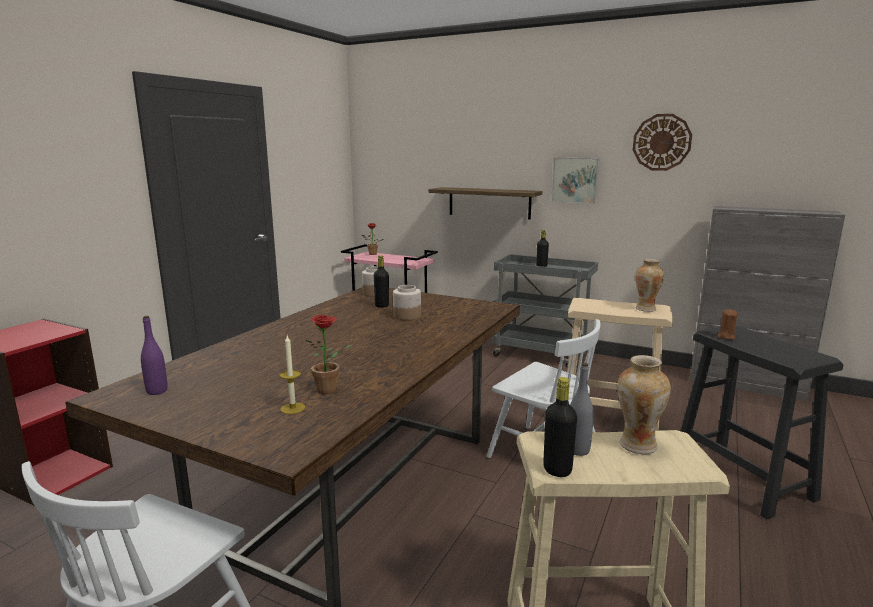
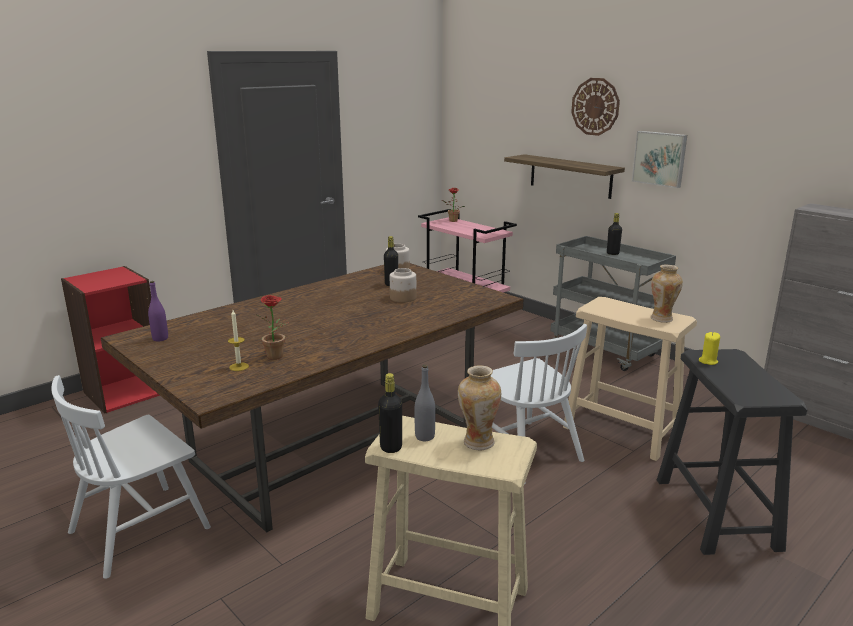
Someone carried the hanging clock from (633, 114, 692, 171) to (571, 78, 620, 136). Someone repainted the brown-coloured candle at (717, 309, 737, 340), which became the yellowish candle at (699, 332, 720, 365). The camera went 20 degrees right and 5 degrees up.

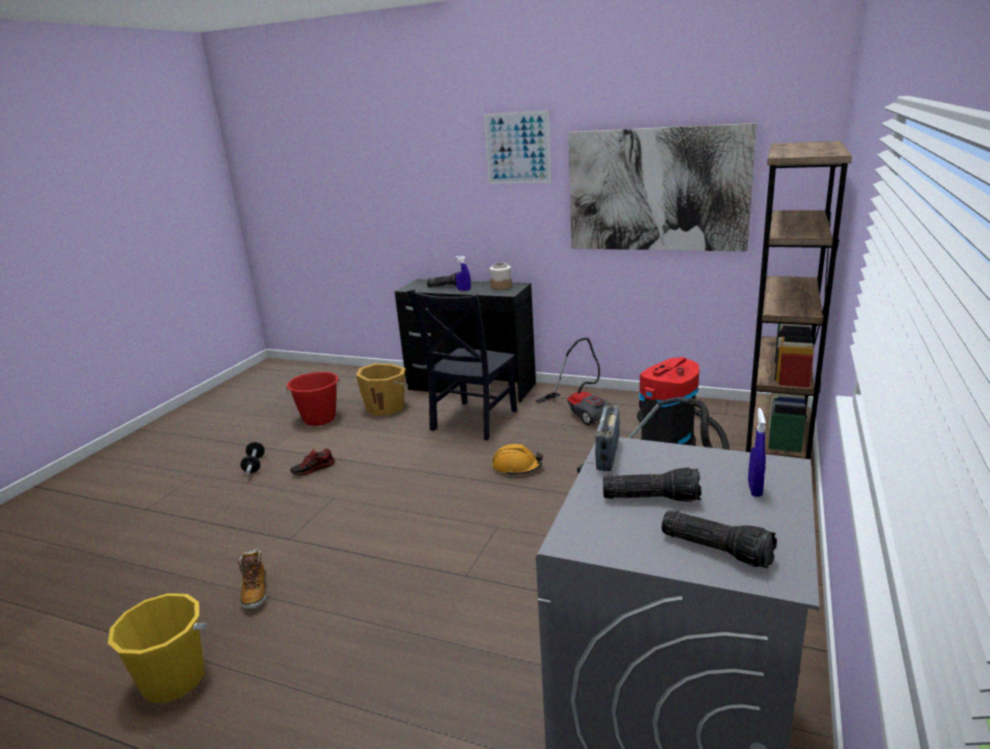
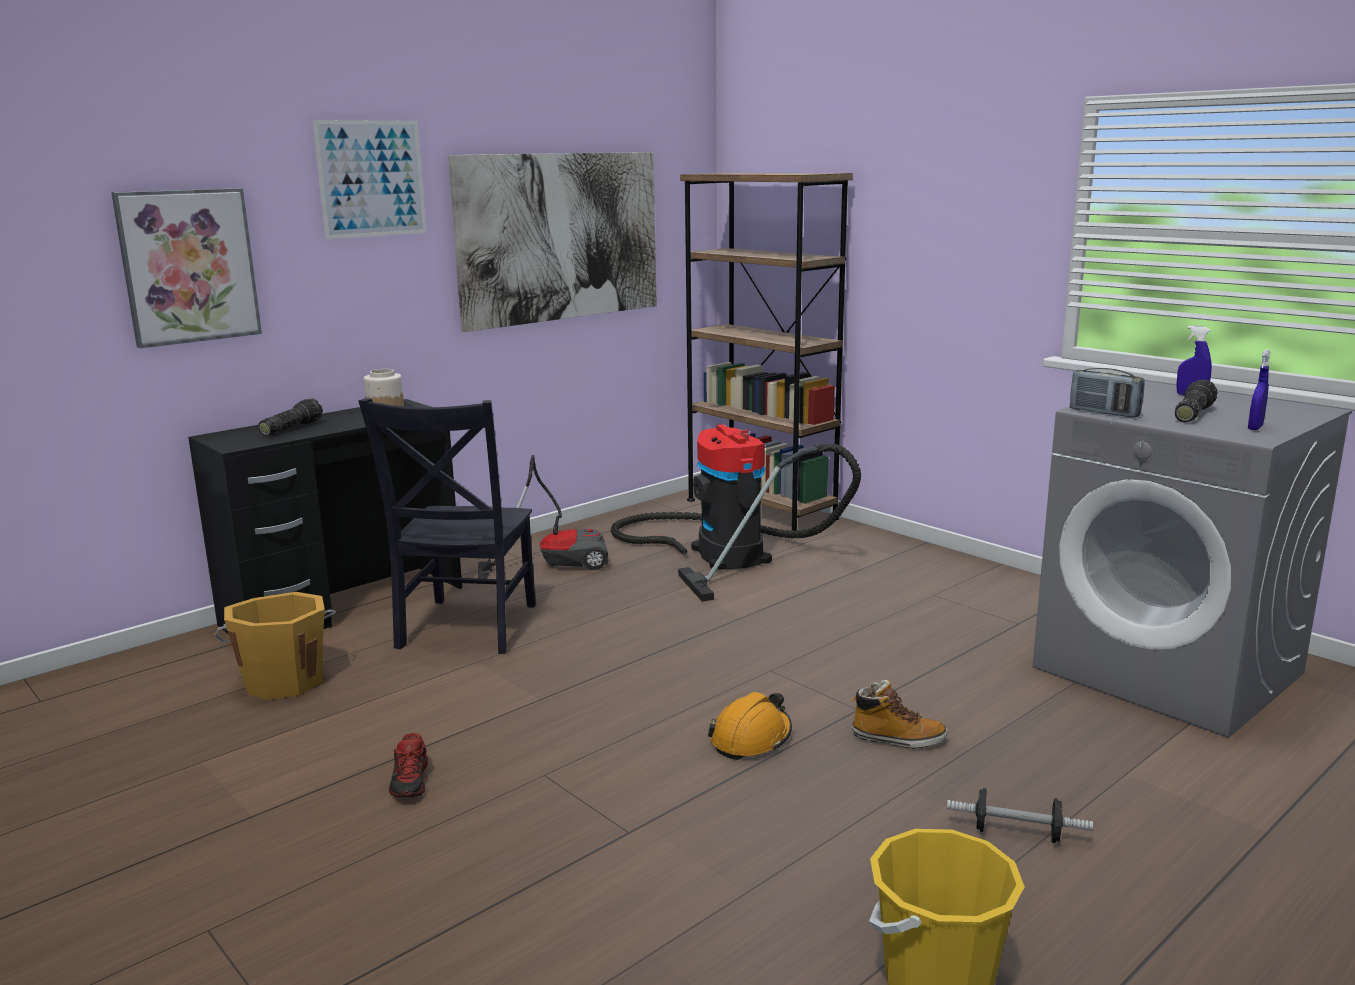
Someone took away the red bucket at (286, 372, 340, 426). Someone took away the torch at (662, 510, 777, 569). Someone put up the wall picture at (111, 188, 262, 348). Someone carried the boot from (238, 548, 267, 609) to (851, 680, 948, 749). Someone carried the free weight from (240, 442, 265, 474) to (947, 788, 1093, 843). Someone carried the blue spray bottle from (455, 256, 471, 290) to (1248, 349, 1271, 430). Someone carried the orangey safety helmet from (492, 444, 543, 476) to (708, 692, 792, 760). Someone rotated the black-coloured plain chair at (407, 289, 517, 440) by 45 degrees clockwise. The camera went 65 degrees left and 5 degrees down.

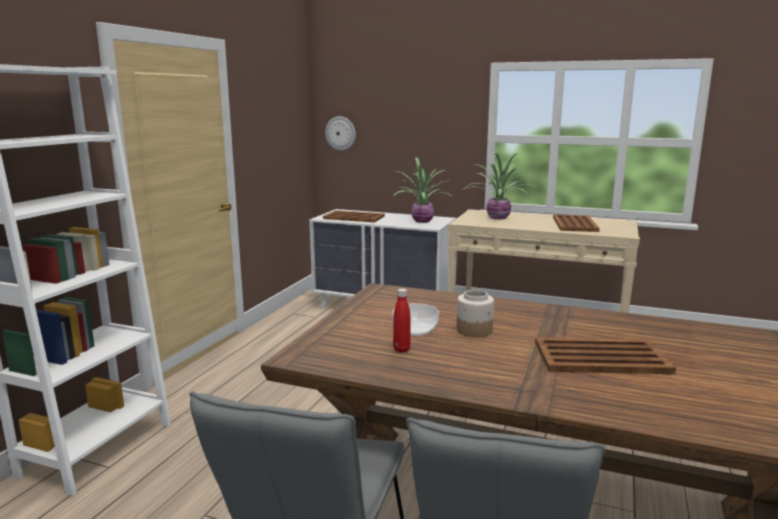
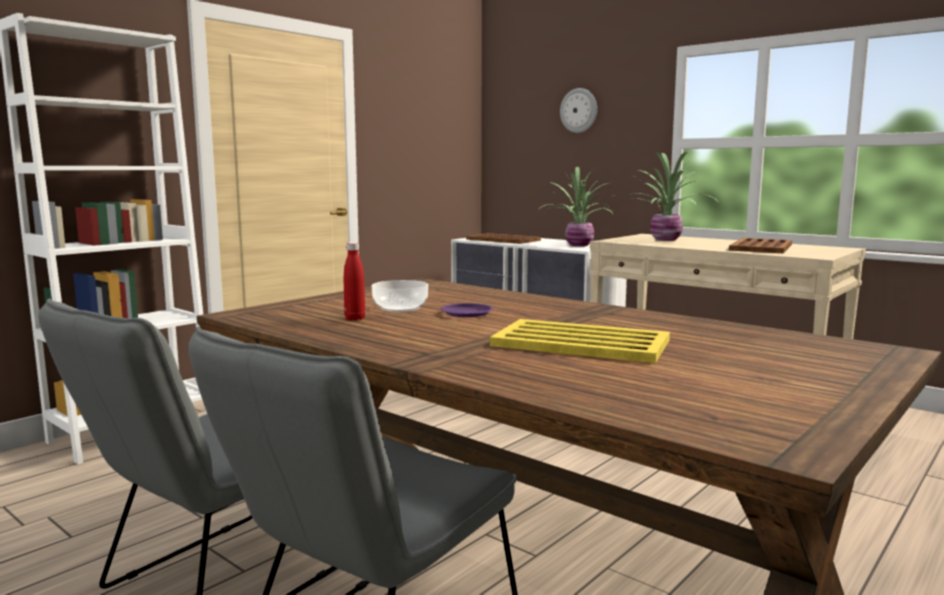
Someone carried the hanging clock from (325, 116, 356, 151) to (560, 88, 597, 133). Someone swapped the jar at (457, 290, 494, 337) for the purplish plate at (440, 303, 494, 317). Someone repainted the brown-coloured carrying tray at (535, 337, 676, 374), which became the yellowish carrying tray at (490, 319, 670, 363). The camera went 20 degrees right and 5 degrees down.

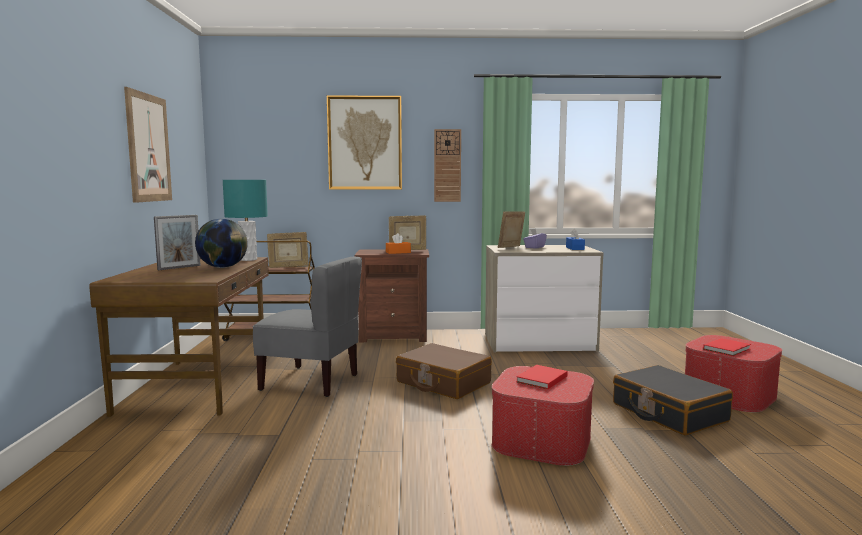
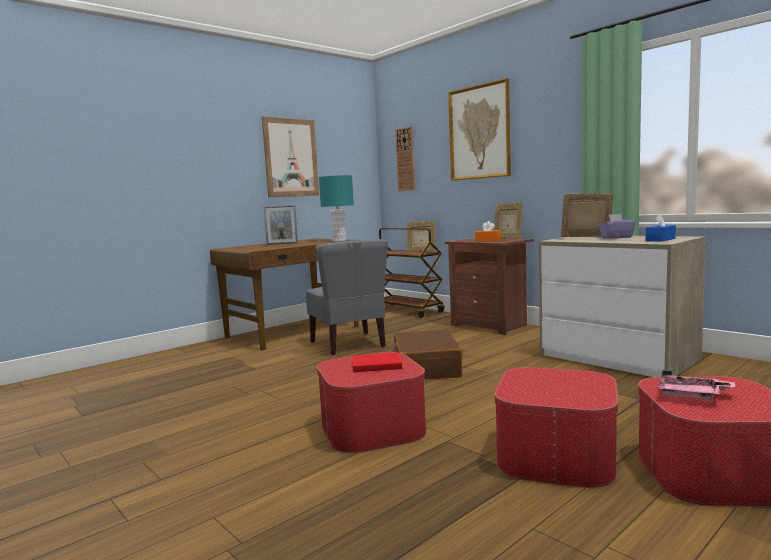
Someone took away the world globe at (195, 219, 248, 268). Someone carried the hanging clock from (434, 129, 461, 202) to (395, 126, 415, 192). Someone swapped the black-coloured travel case at (613, 365, 733, 436) for the pouffe at (494, 367, 619, 488). Someone swapped the red volume at (703, 338, 751, 356) for the pink-coloured carrying tray at (658, 370, 735, 401). The camera went 50 degrees right and 0 degrees up.

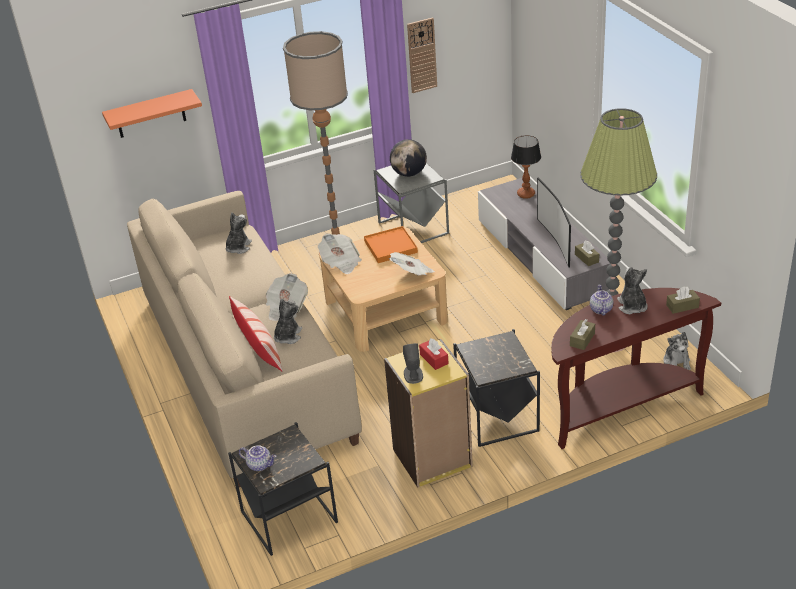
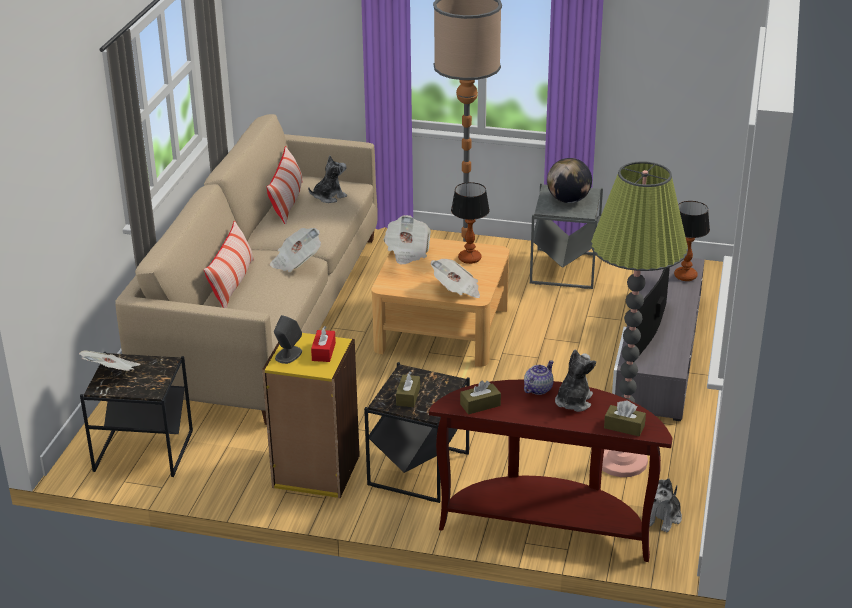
Someone took away the orangey wall shelf at (102, 89, 202, 138). Someone took away the soft toy at (274, 299, 302, 344). Someone took away the hanging clock at (407, 17, 437, 93). Someone put down the throw pillow at (267, 146, 303, 224). Someone carried the brown-coloured box of tissues from (575, 241, 599, 266) to (396, 372, 420, 407). Someone swapped the tea pot at (239, 445, 277, 471) for the newspaper at (79, 351, 141, 371). Someone swapped the orangey carrying tray at (364, 226, 418, 263) for the tabletop lamp at (451, 182, 490, 264). The camera went 35 degrees right and 5 degrees down.

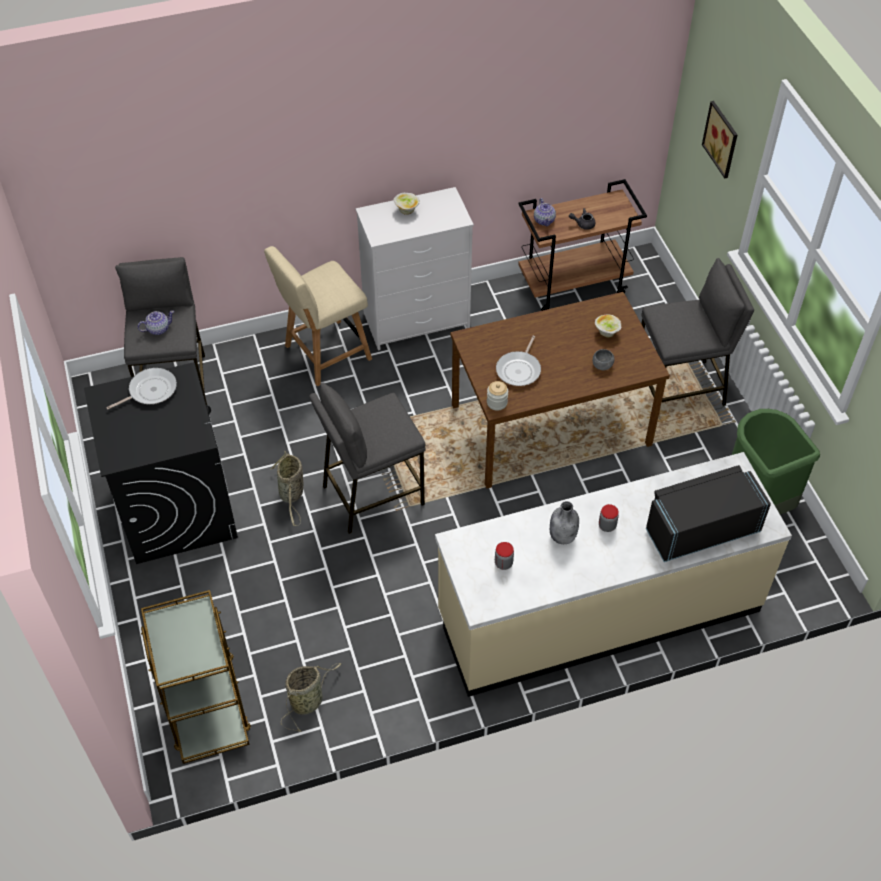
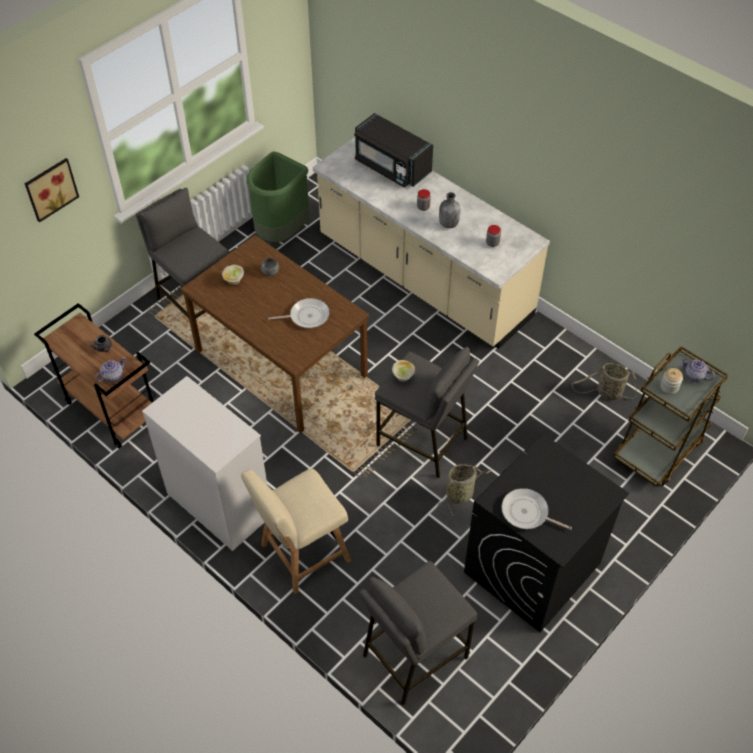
Someone carried the tea pot from (138, 310, 174, 335) to (681, 358, 715, 382). Someone carried the deep dish from (394, 193, 420, 215) to (392, 360, 415, 382). Someone carried the jar from (487, 381, 508, 410) to (660, 368, 683, 394). Someone rotated the beige plain chair at (264, 246, 372, 386) by 120 degrees clockwise. The camera went 120 degrees left and 0 degrees up.

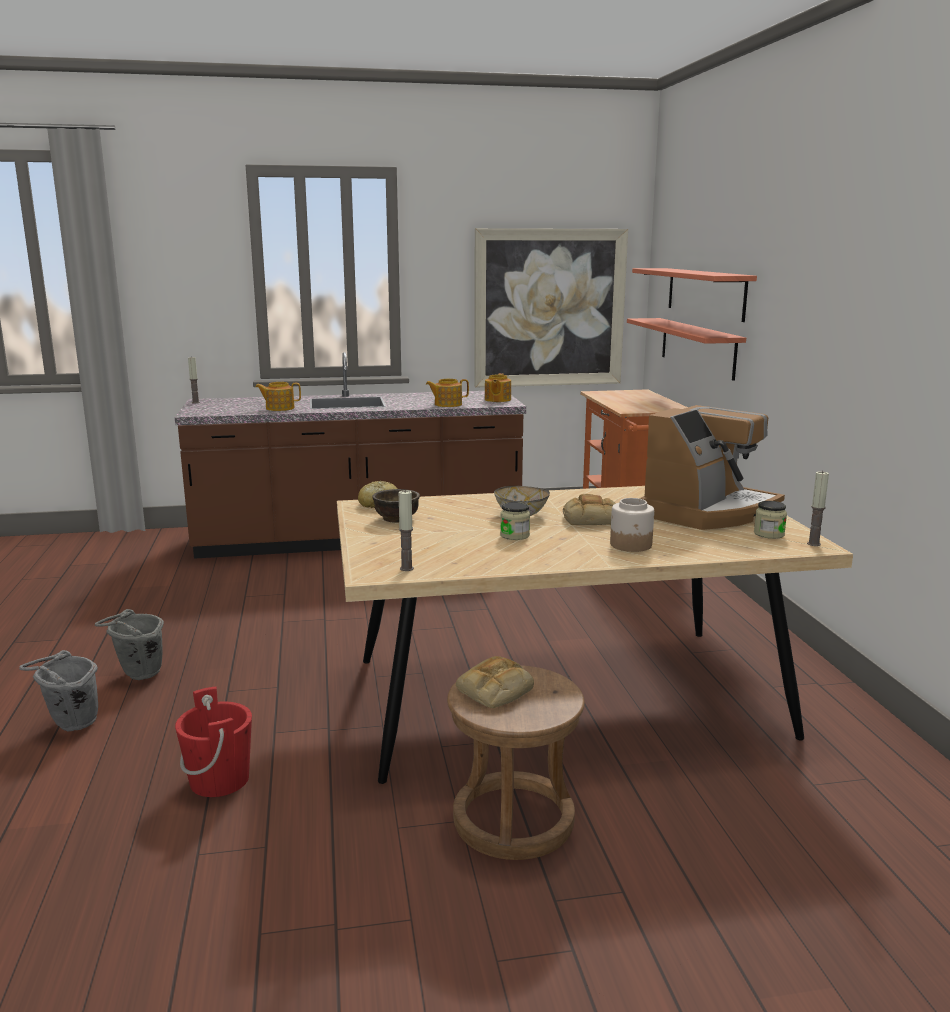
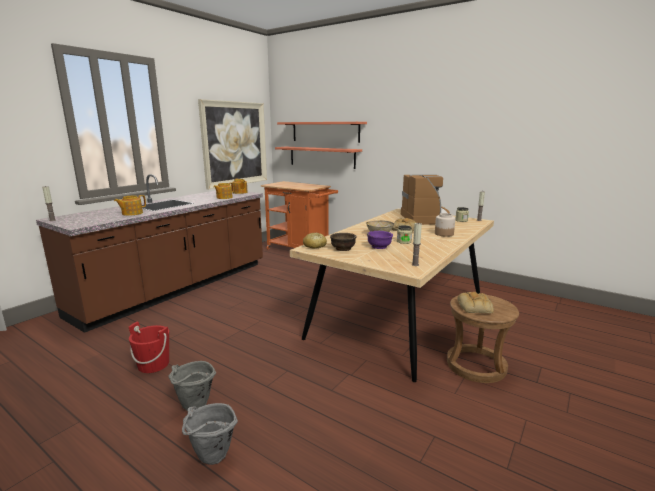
Someone put down the purplish deep dish at (367, 231, 393, 249). Someone carried the red bucket from (175, 686, 252, 797) to (129, 322, 169, 373). The camera went 45 degrees left and 0 degrees up.

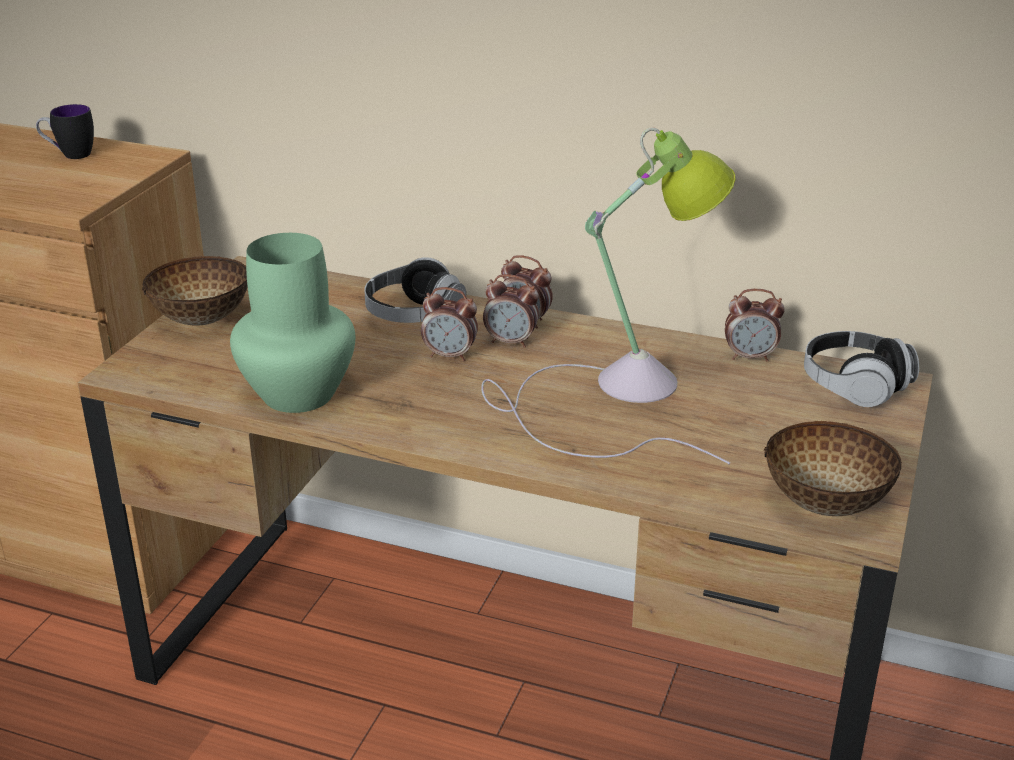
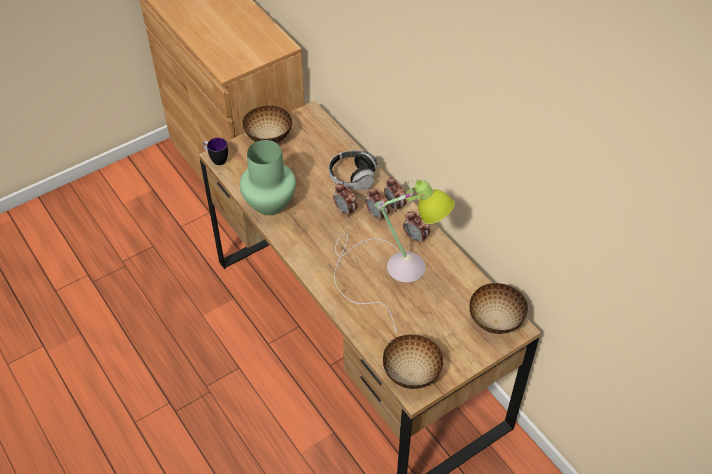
Someone carried the mug from (36, 104, 94, 159) to (203, 138, 228, 165). Someone carried the table clock from (725, 289, 785, 362) to (403, 211, 430, 244). Someone swapped the headset at (804, 331, 919, 407) for the deep dish at (469, 283, 528, 334). The camera went 35 degrees right and 20 degrees up.

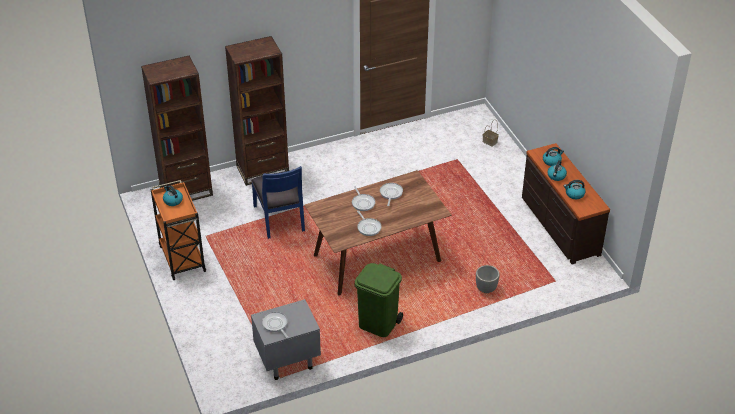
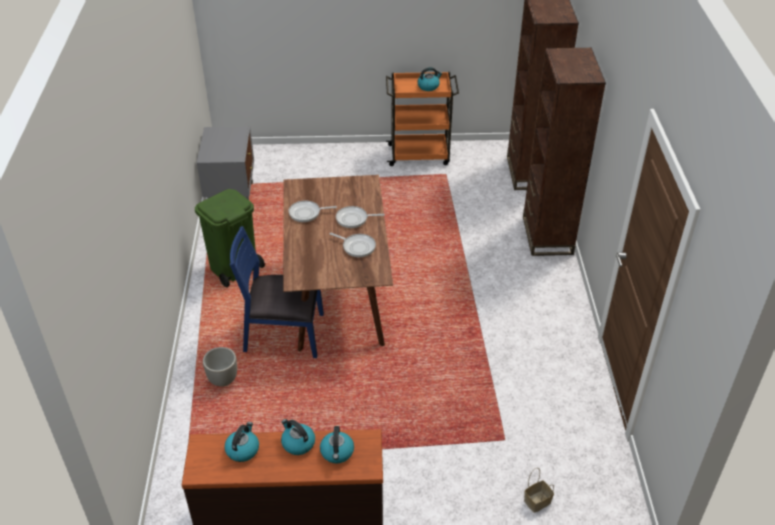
Someone took away the frying pan at (262, 312, 289, 338). Someone carried the blue plain chair from (251, 166, 305, 239) to (230, 226, 324, 358). The camera went 110 degrees right and 0 degrees up.

